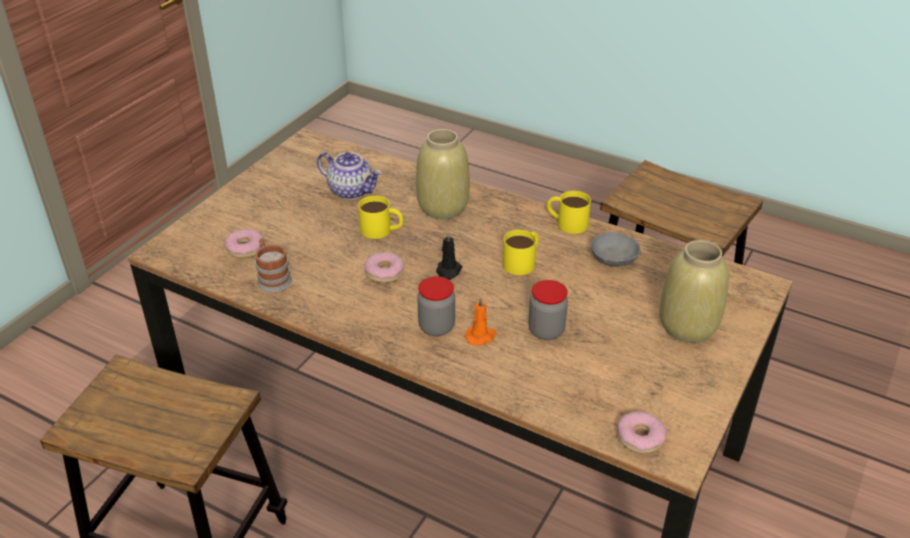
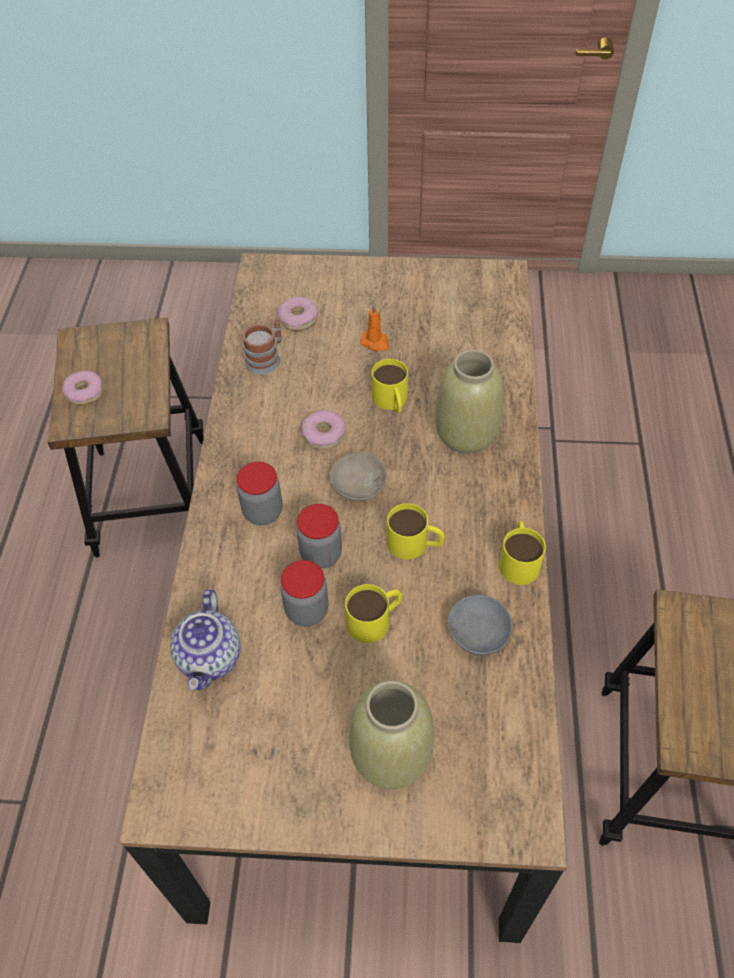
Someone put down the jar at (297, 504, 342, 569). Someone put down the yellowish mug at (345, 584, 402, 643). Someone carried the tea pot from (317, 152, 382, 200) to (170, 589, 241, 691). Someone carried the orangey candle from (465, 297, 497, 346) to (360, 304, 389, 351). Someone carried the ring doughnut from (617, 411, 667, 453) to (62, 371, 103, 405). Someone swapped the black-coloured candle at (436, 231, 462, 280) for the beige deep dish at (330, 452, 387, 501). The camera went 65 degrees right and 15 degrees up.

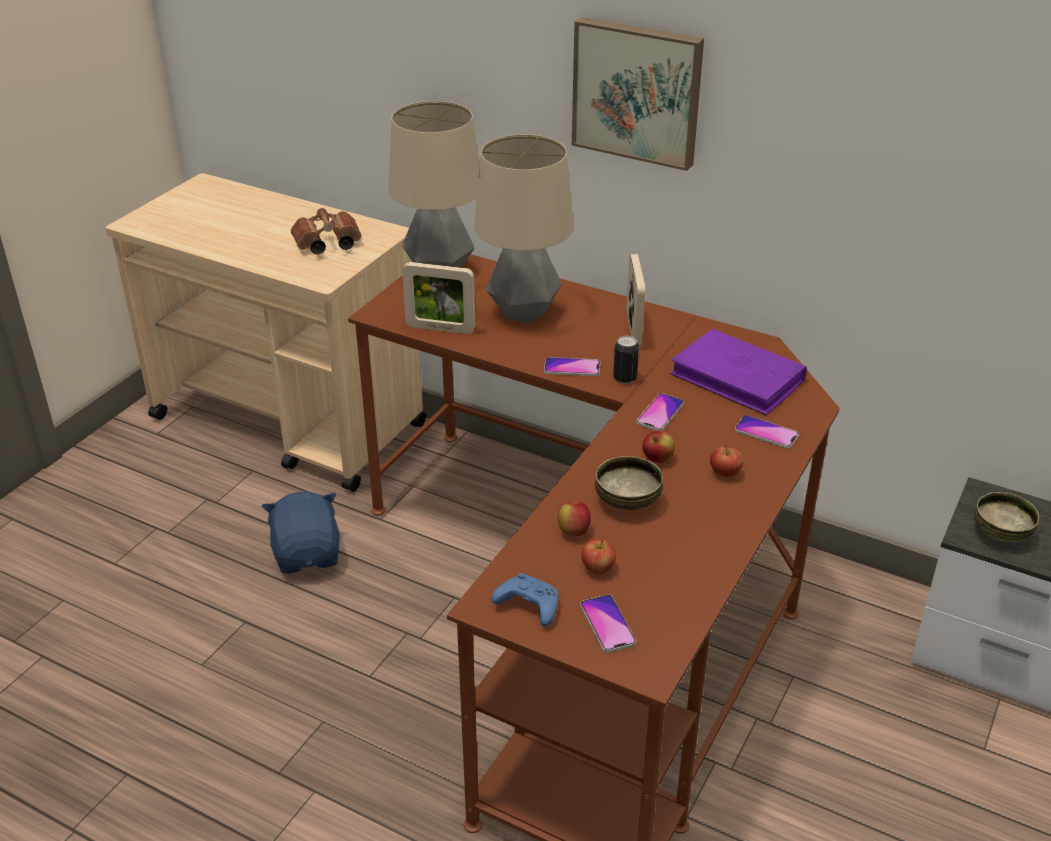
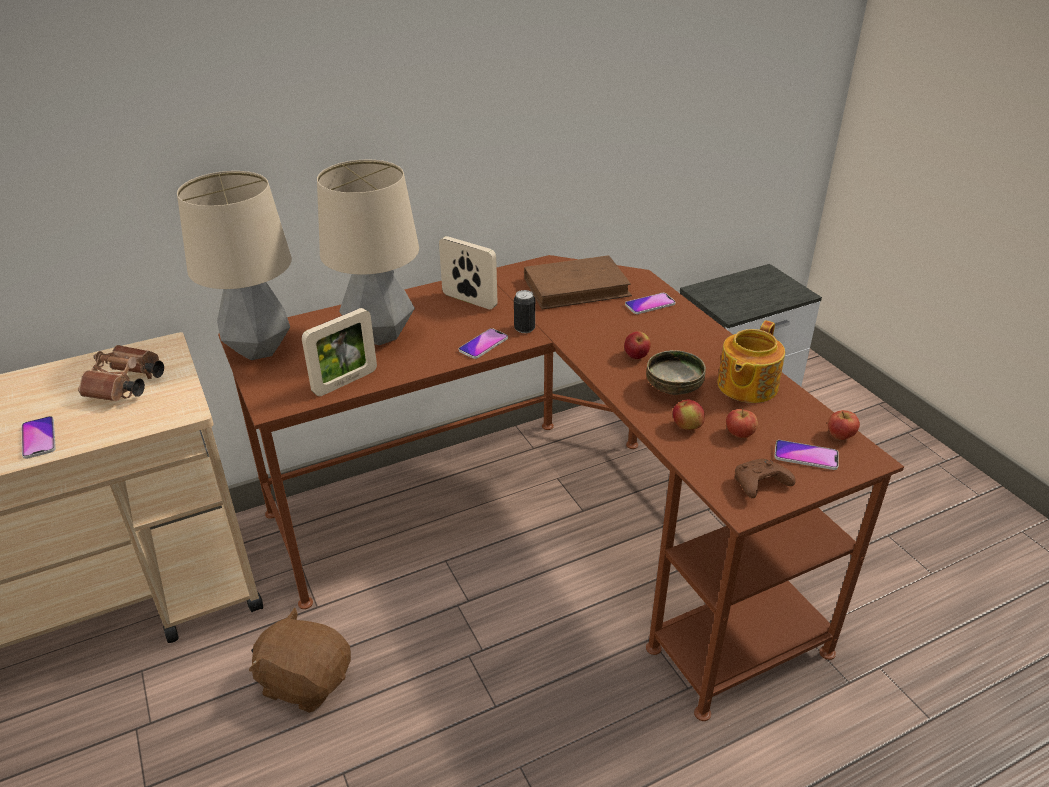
Someone took away the wall picture at (572, 17, 704, 171). Someone took away the deep dish at (974, 492, 1039, 542). Someone put down the tea pot at (717, 320, 785, 403). Someone carried the telephone from (636, 393, 684, 431) to (22, 416, 56, 459). Someone carried the apple from (710, 445, 743, 477) to (828, 410, 860, 440). Someone repainted the blue soft toy at (262, 491, 340, 574), which became the brown-coloured soft toy at (249, 607, 351, 713). Someone repainted the blue game controller at (492, 573, 559, 627), which became the brown-coloured game controller at (735, 459, 796, 498). Someone repainted the purplish volume at (670, 329, 807, 416), which became the brown-coloured volume at (524, 255, 632, 310). The camera went 55 degrees left and 0 degrees up.

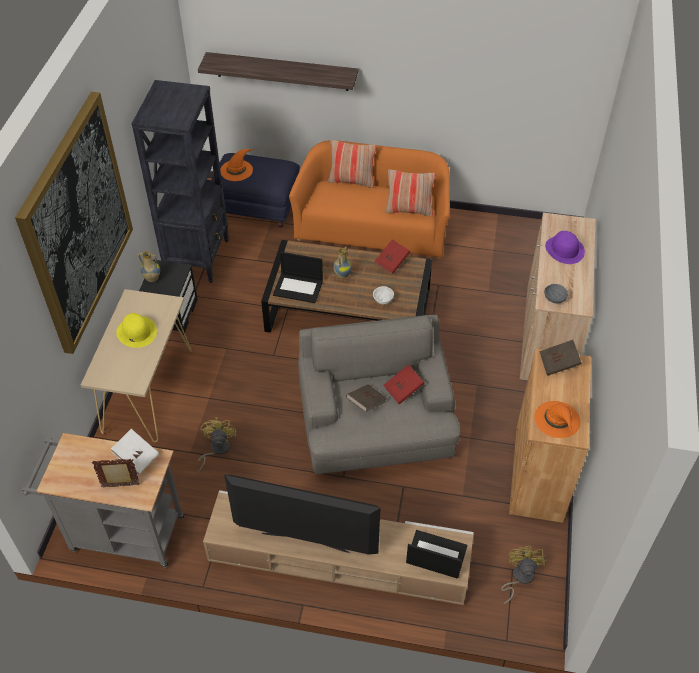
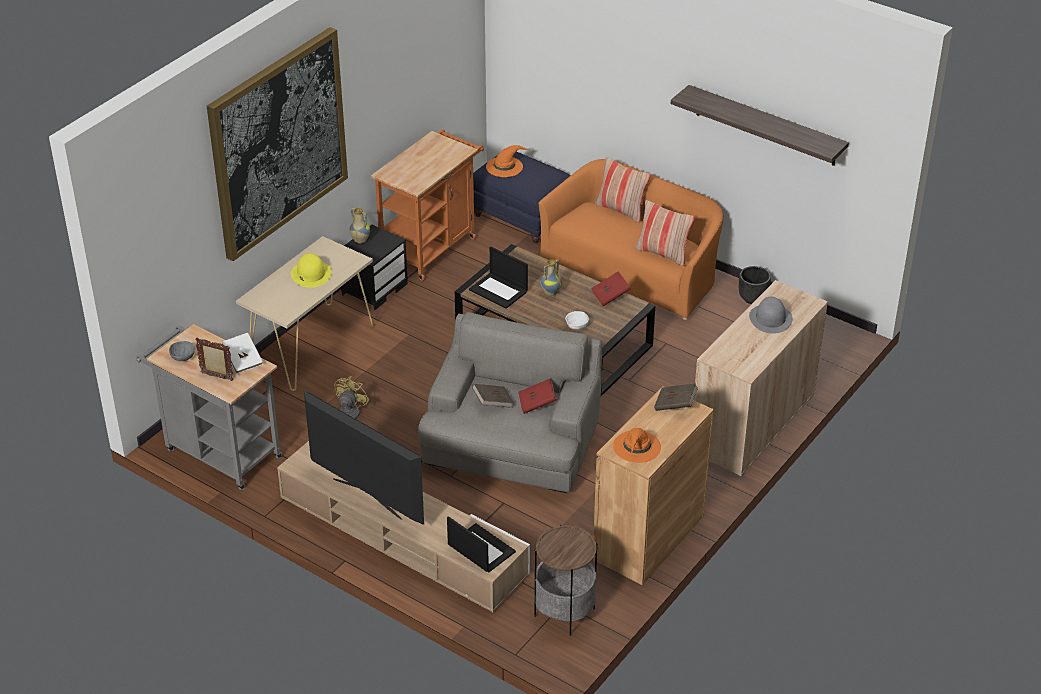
Someone put down the black-coloured planter at (739, 266, 771, 304). Someone carried the wall shelf from (198, 52, 358, 91) to (671, 85, 849, 166). Someone carried the gray deep dish from (544, 284, 568, 303) to (169, 341, 195, 361). Someone swapped the black-coloured shelving unit at (132, 80, 229, 283) for the orangey trolley at (371, 129, 484, 281). Someone swapped the yellowish electric fan at (501, 546, 547, 604) for the side table at (534, 525, 597, 636). Someone repainted the purplish clothing hat at (545, 231, 585, 264), which became the gray clothing hat at (749, 297, 793, 334). The camera went 25 degrees right and 10 degrees down.

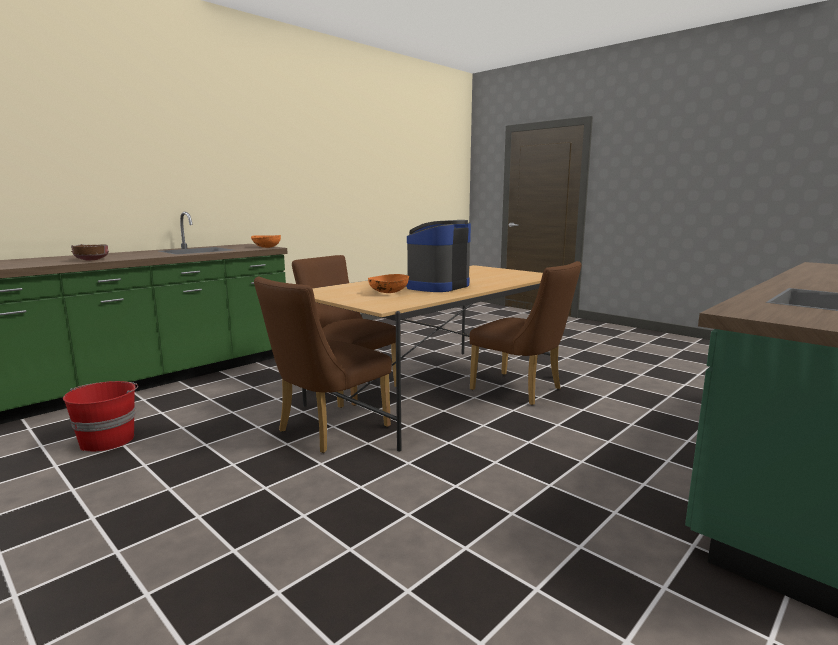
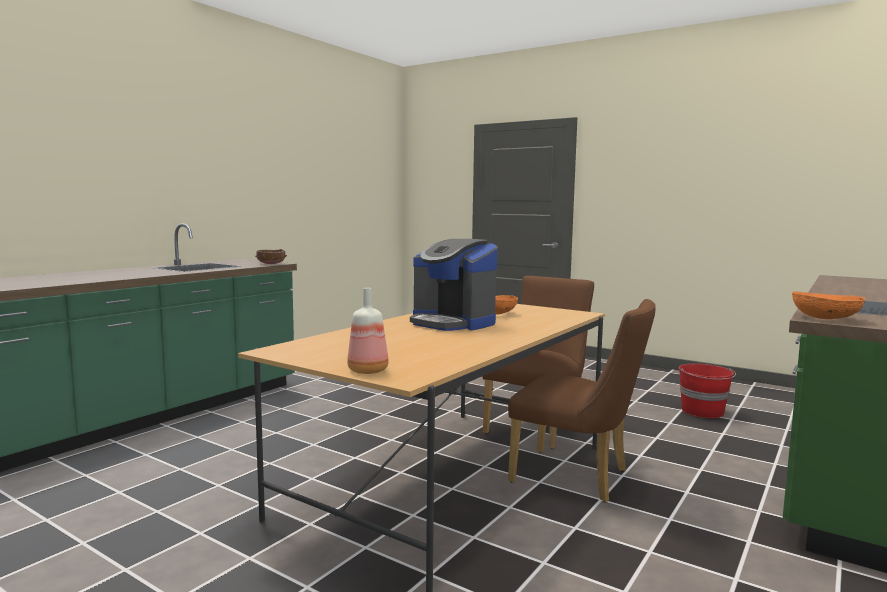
Someone took away the brown-coloured plain chair at (470, 261, 581, 405). Someone put down the bottle at (347, 288, 389, 374). Someone carried the brown-coloured deep dish from (71, 244, 109, 260) to (255, 249, 287, 264). Someone rotated the coffee brewer at (405, 220, 471, 292) by 105 degrees clockwise. The camera went 170 degrees right and 5 degrees down.

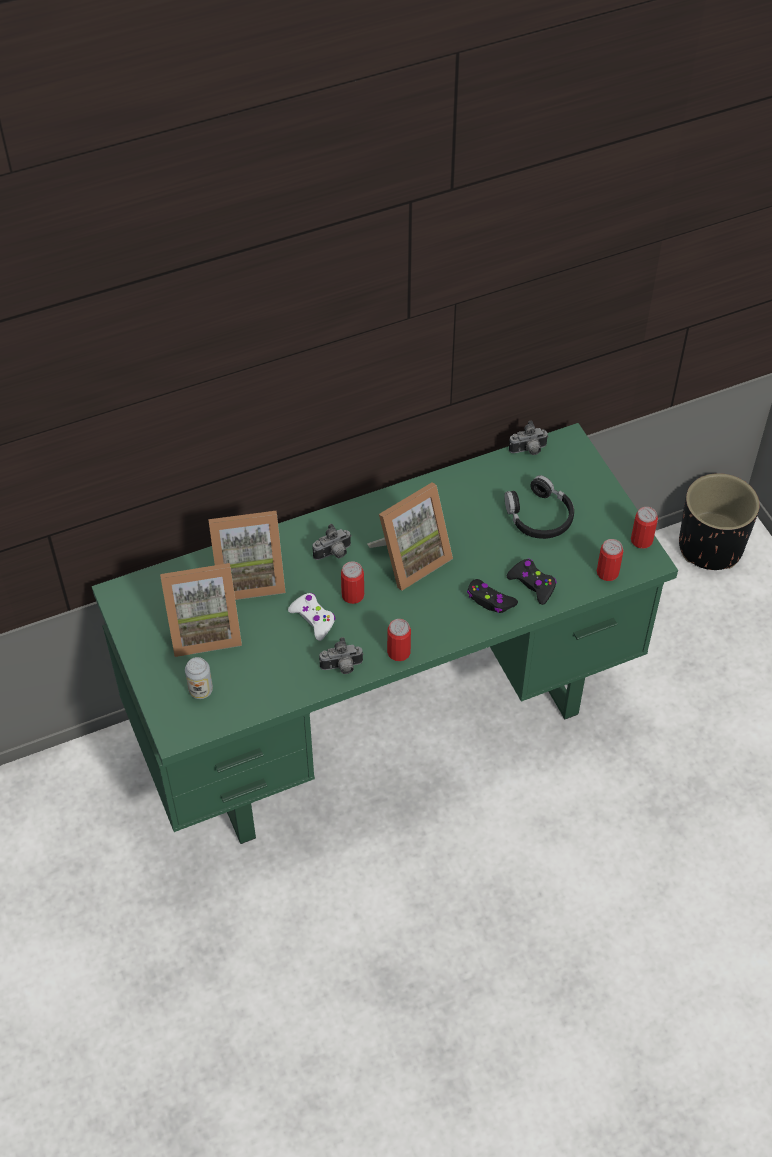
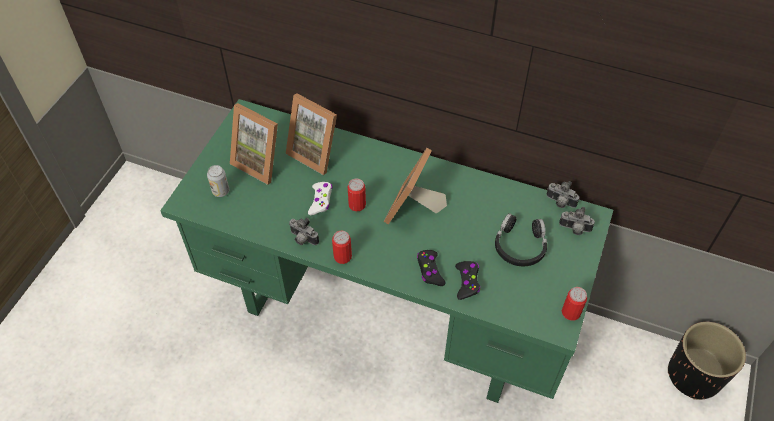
Someone took away the metal can at (597, 539, 623, 581). Someone carried the photo camera from (312, 524, 352, 560) to (559, 207, 595, 235). Someone rotated the picture frame at (367, 482, 453, 591) by 105 degrees clockwise. The camera went 45 degrees right and 0 degrees up.

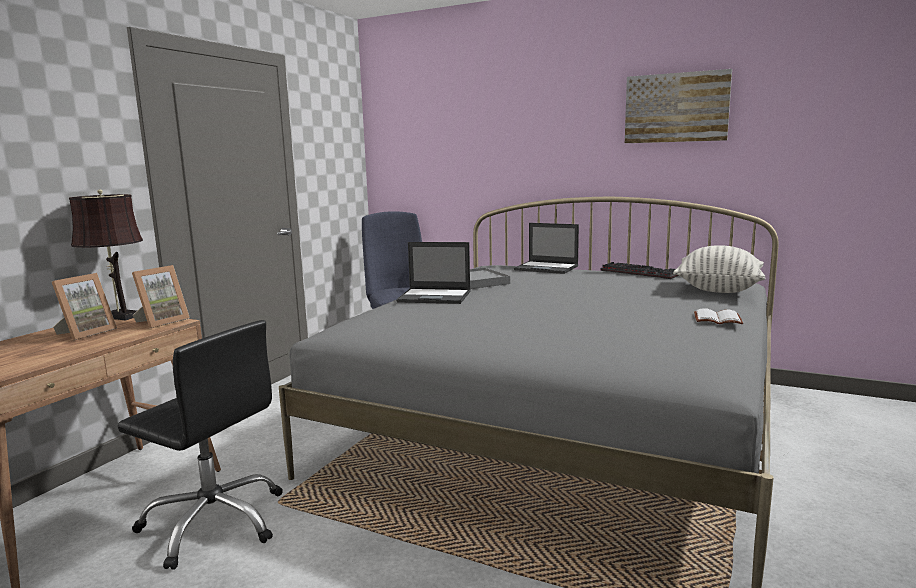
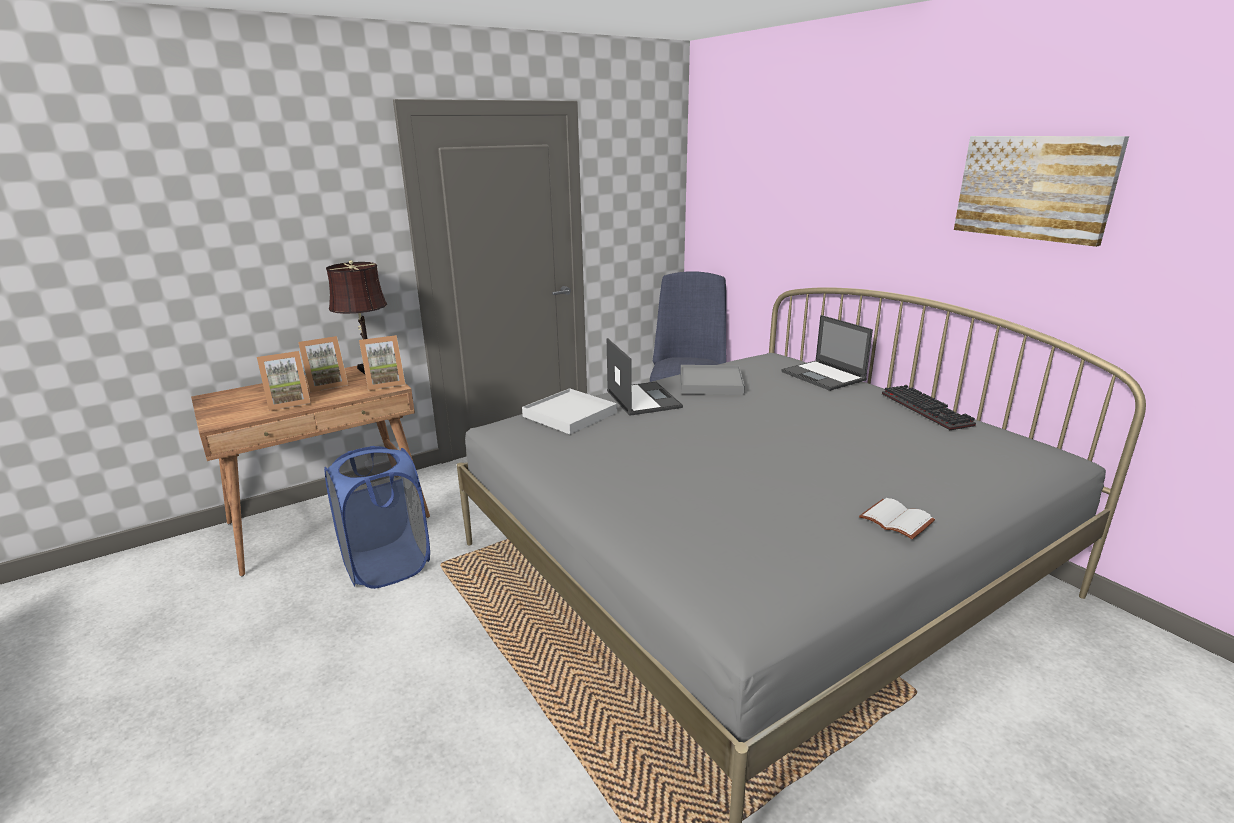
Someone took away the throw pillow at (673, 245, 765, 293). Someone put down the picture frame at (257, 351, 311, 411). Someone put down the white-coloured carrying tray at (522, 388, 617, 434). Someone swapped the black-coloured office chair at (118, 320, 283, 570) for the blue hamper at (324, 446, 430, 589). Someone rotated the laptop at (396, 242, 471, 304) by 150 degrees counterclockwise. The camera went 30 degrees right and 10 degrees up.

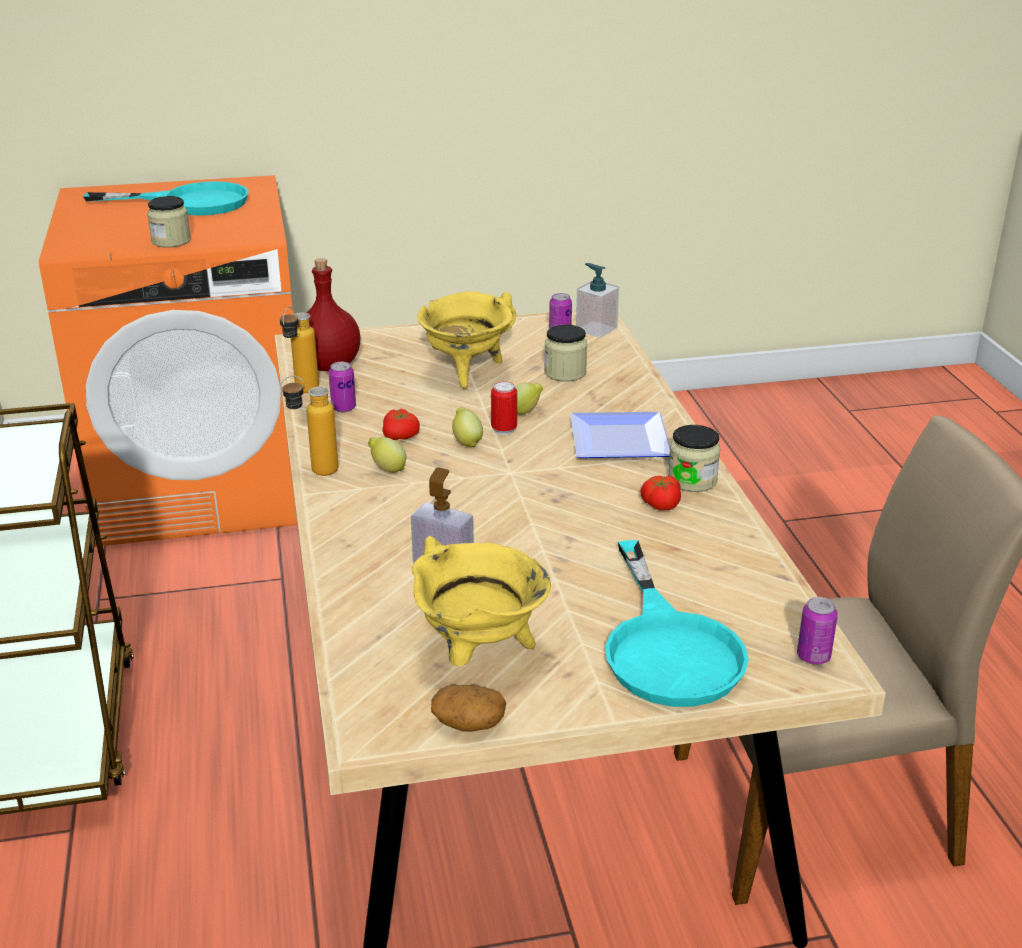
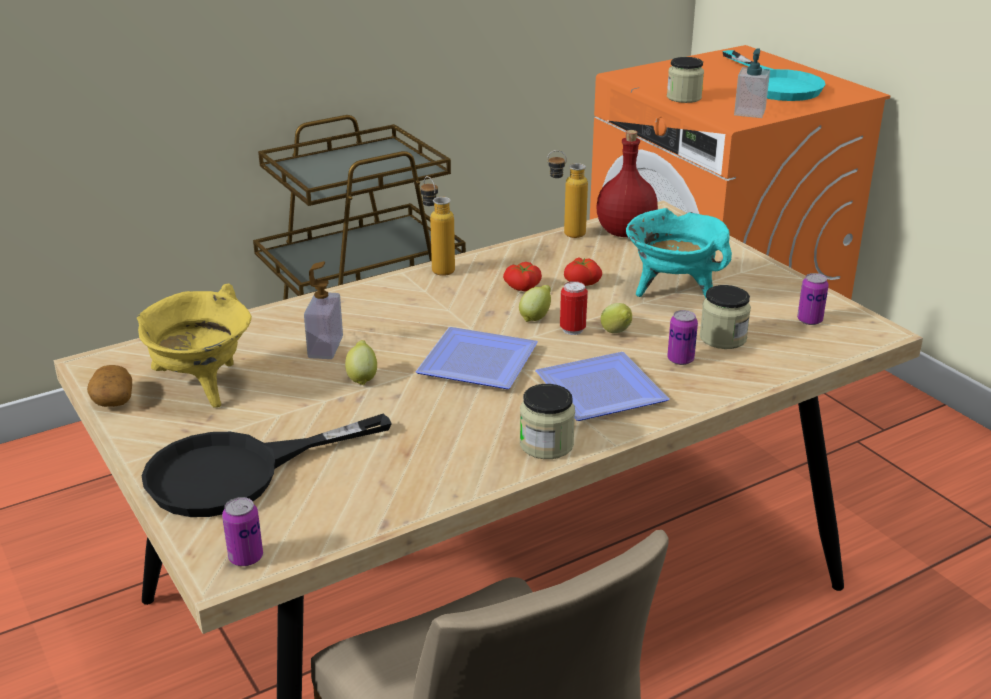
Someone put down the plate at (416, 327, 538, 389). Someone carried the metal can from (329, 362, 356, 412) to (667, 310, 698, 365). Someone carried the citrus fruit from (368, 437, 407, 473) to (345, 340, 377, 385). Someone carried the soap dispenser from (576, 263, 619, 338) to (734, 48, 770, 118). Someone carried the whole tomato from (640, 476, 681, 510) to (564, 258, 602, 286). Someone repainted the yellowish stockpot at (417, 291, 516, 389), which became the turquoise-coloured stockpot at (626, 208, 732, 298). Someone repainted the turquoise-coloured frying pan at (605, 540, 749, 707), which became the black-coloured frying pan at (142, 414, 392, 517). The camera went 70 degrees right and 0 degrees up.

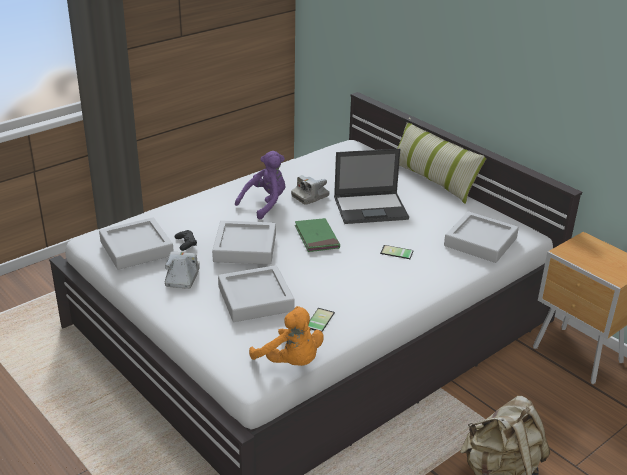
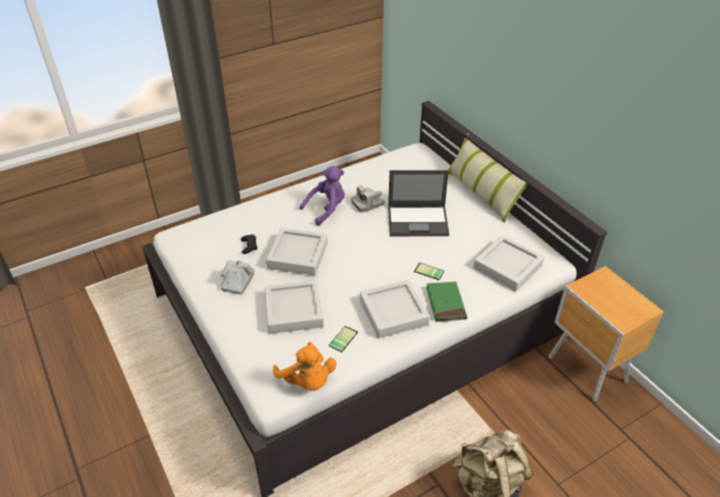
Someone carried the gray carrying tray from (99, 217, 174, 270) to (360, 280, 430, 338). Someone carried the greenish volume from (295, 218, 340, 252) to (426, 282, 467, 322). The camera went 10 degrees right and 10 degrees up.

